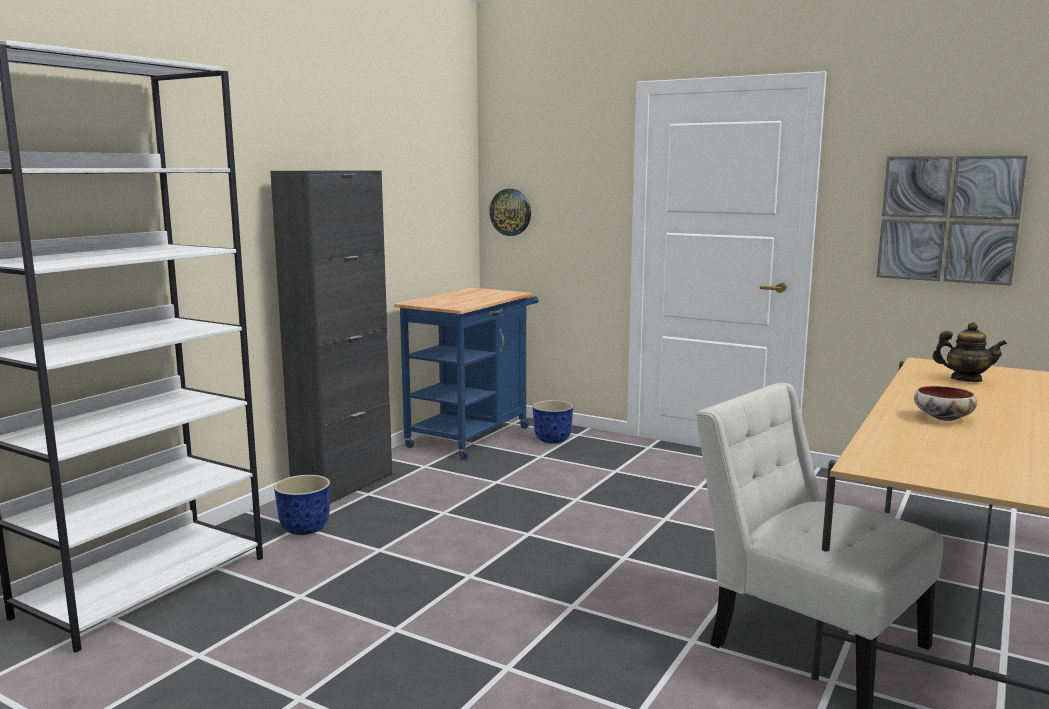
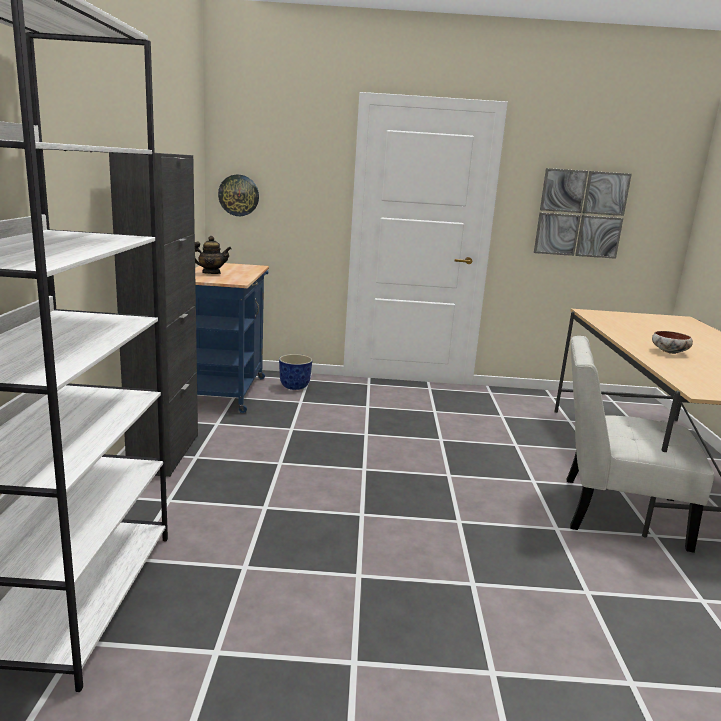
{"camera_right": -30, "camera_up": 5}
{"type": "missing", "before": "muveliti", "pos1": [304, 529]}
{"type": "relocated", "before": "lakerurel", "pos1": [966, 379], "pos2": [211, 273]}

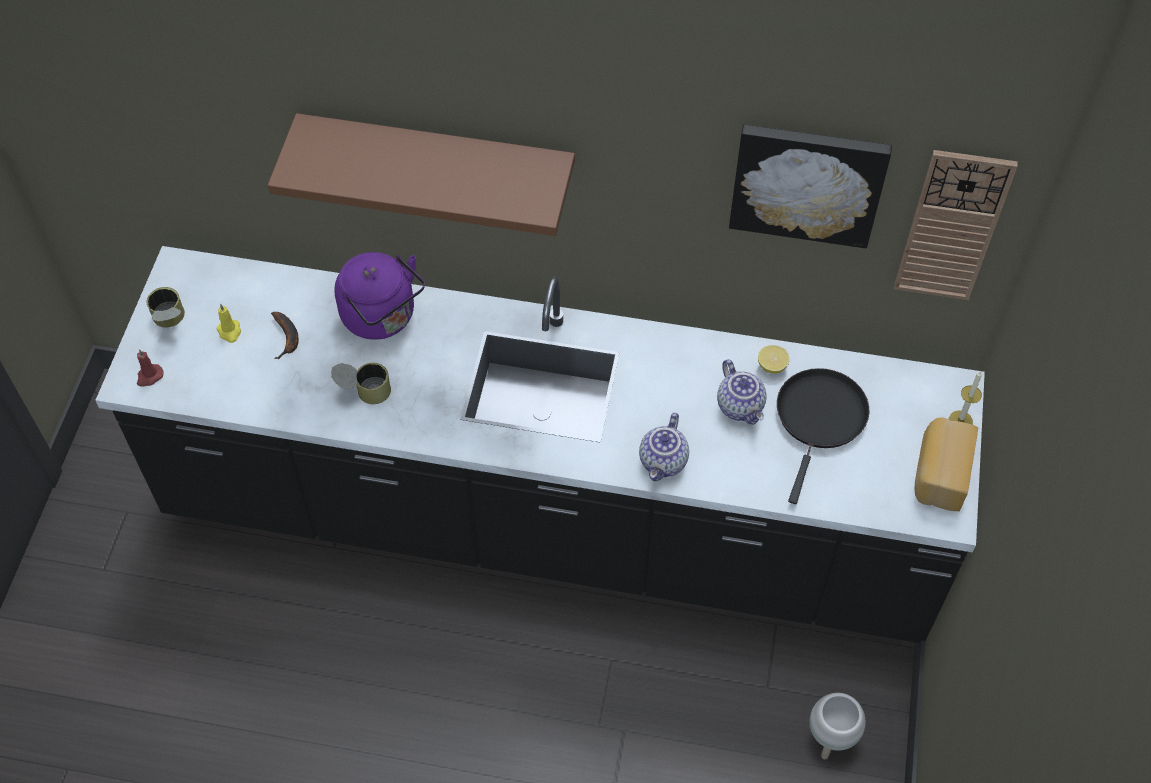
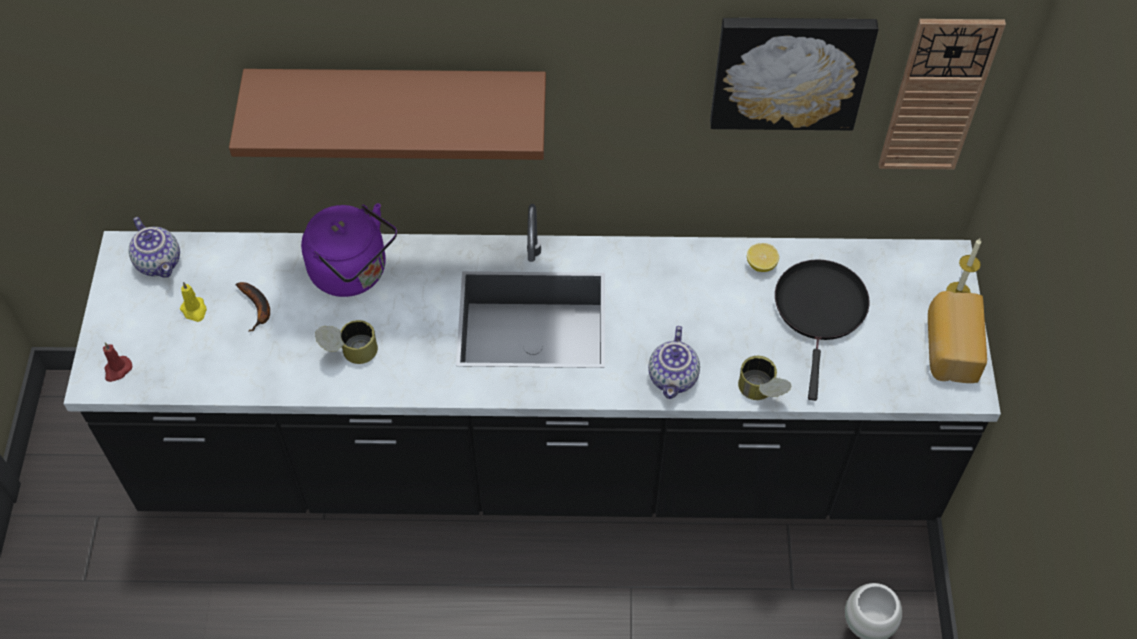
{"camera_right": -10, "camera_up": 0}
{"type": "relocated", "before": "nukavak", "pos1": [170, 322], "pos2": [761, 393]}
{"type": "relocated", "before": "lakerurel", "pos1": [741, 406], "pos2": [160, 262]}

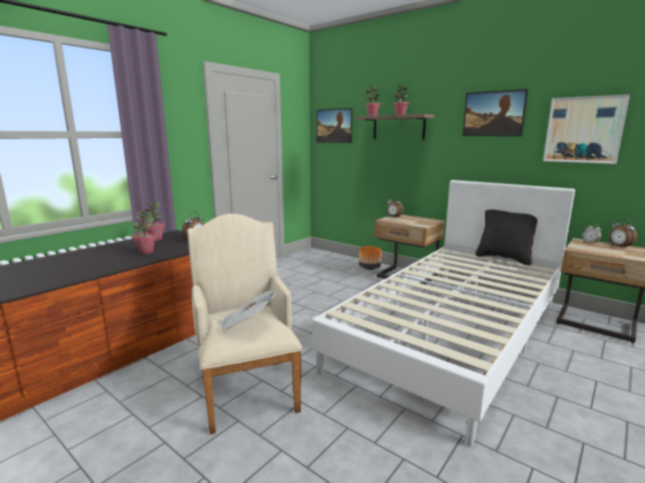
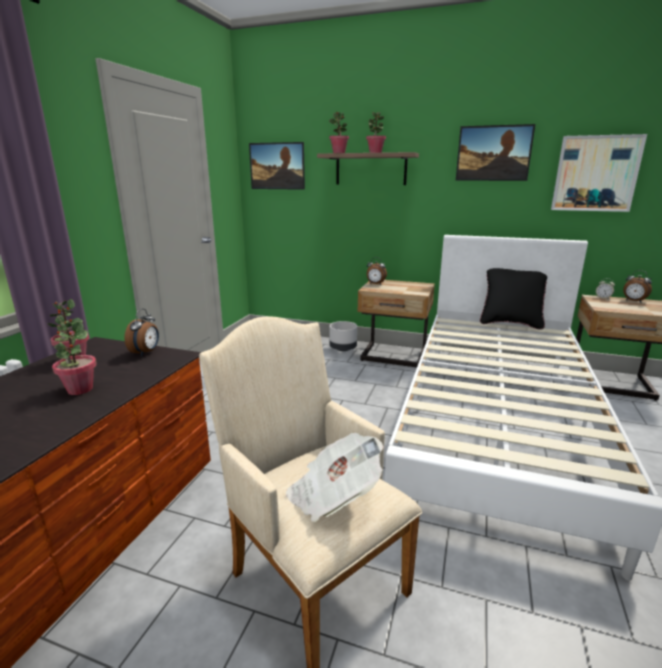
{"camera_right": -20, "camera_up": 5}
{"type": "colour", "before": "muveliti (orange)", "after": "muveliti (grey)", "pos1": [369, 268], "pos2": [342, 349]}

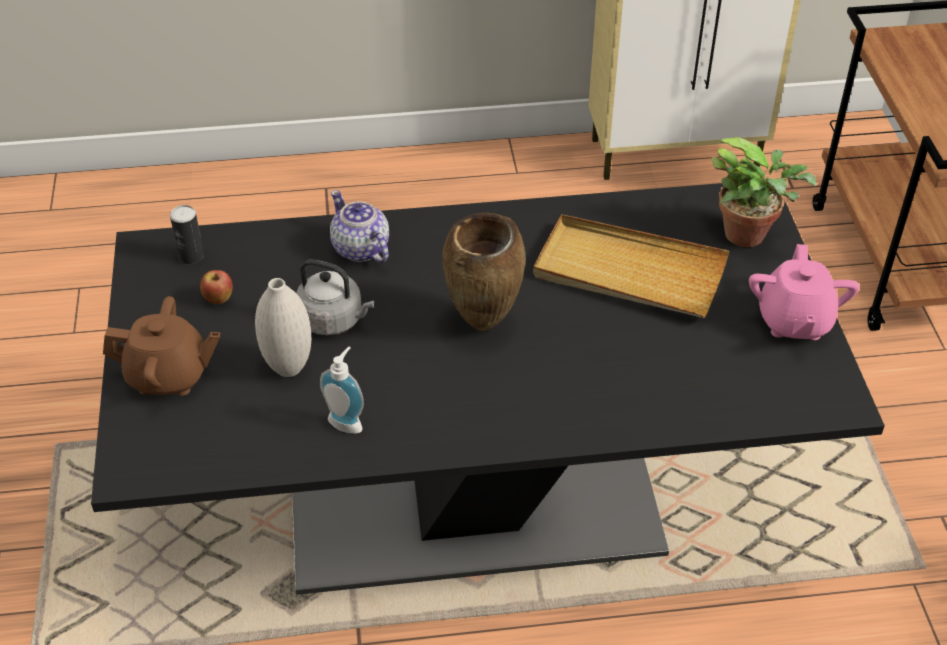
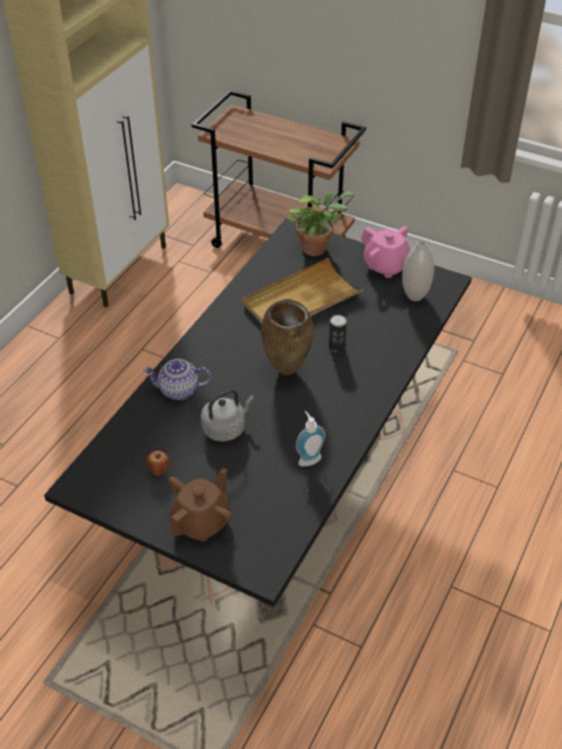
{"camera_right": -55, "camera_up": 0}
{"type": "relocated", "before": "nukavak", "pos1": [191, 256], "pos2": [336, 347]}
{"type": "relocated", "before": "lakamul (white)", "pos1": [288, 368], "pos2": [415, 296]}

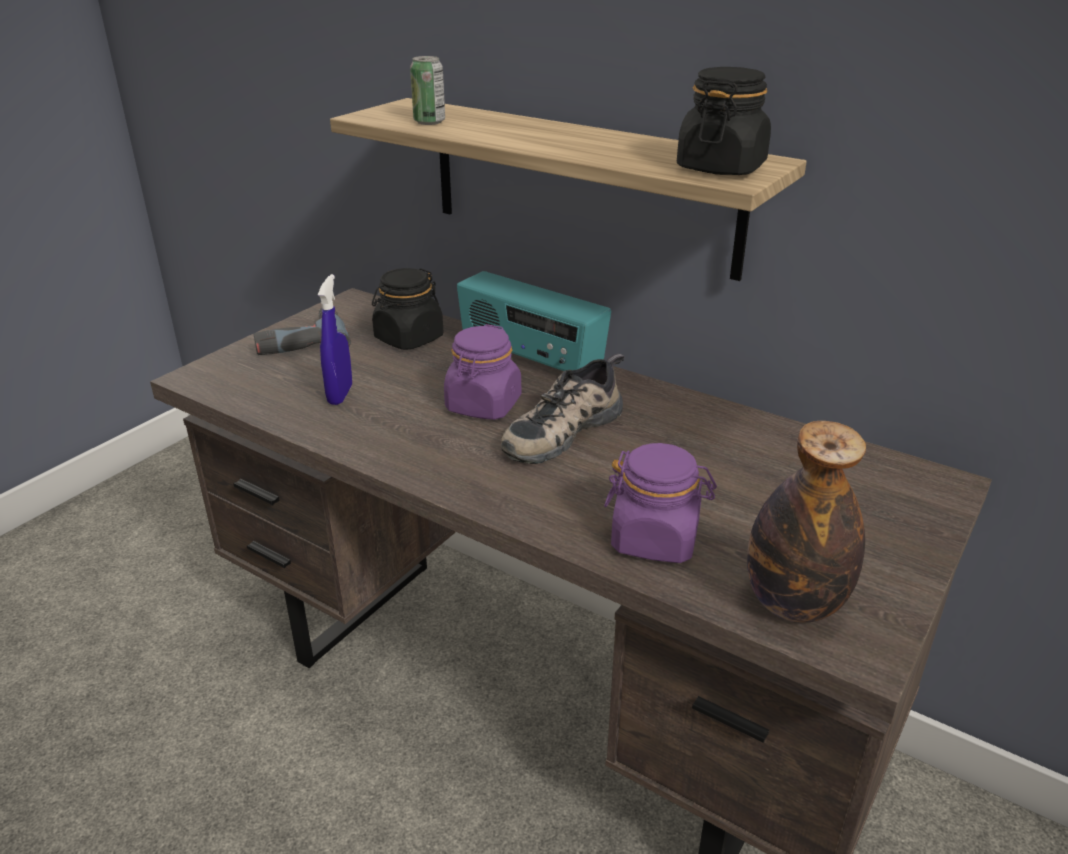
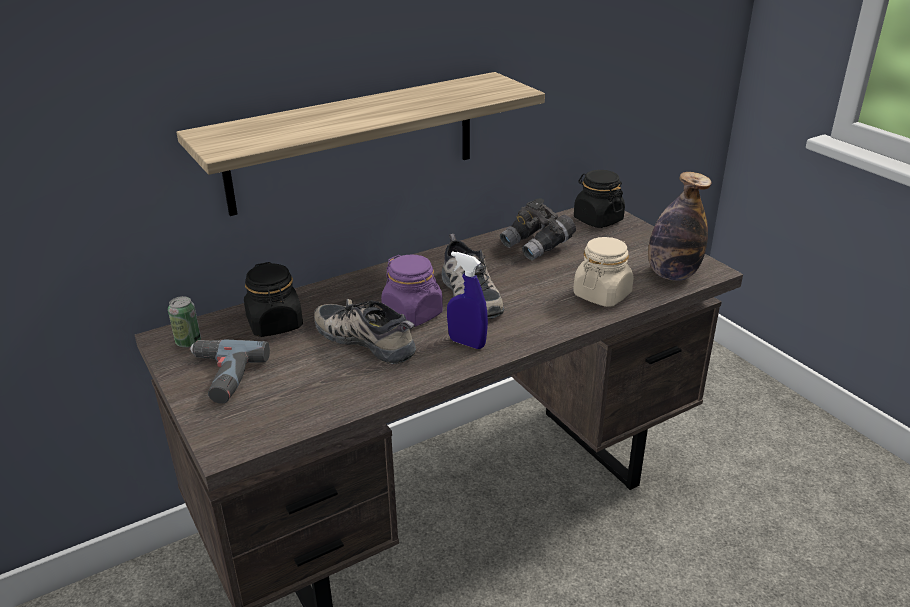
{"camera_right": -65, "camera_up": 0}
{"type": "missing", "before": "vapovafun", "pos1": [530, 359]}
{"type": "appeared", "after": "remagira", "pos2": [368, 339]}
{"type": "appeared", "after": "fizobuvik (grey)", "pos2": [537, 246]}
{"type": "relocated", "before": "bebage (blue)", "pos1": [340, 395], "pos2": [467, 343]}
{"type": "relocated", "before": "nukavak", "pos1": [429, 122], "pos2": [188, 342]}
{"type": "relocated", "before": "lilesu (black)", "pos1": [721, 168], "pos2": [597, 219]}
{"type": "colour", "before": "lilesu (purple)", "after": "lilesu (beige)", "pos1": [655, 539], "pos2": [602, 295]}

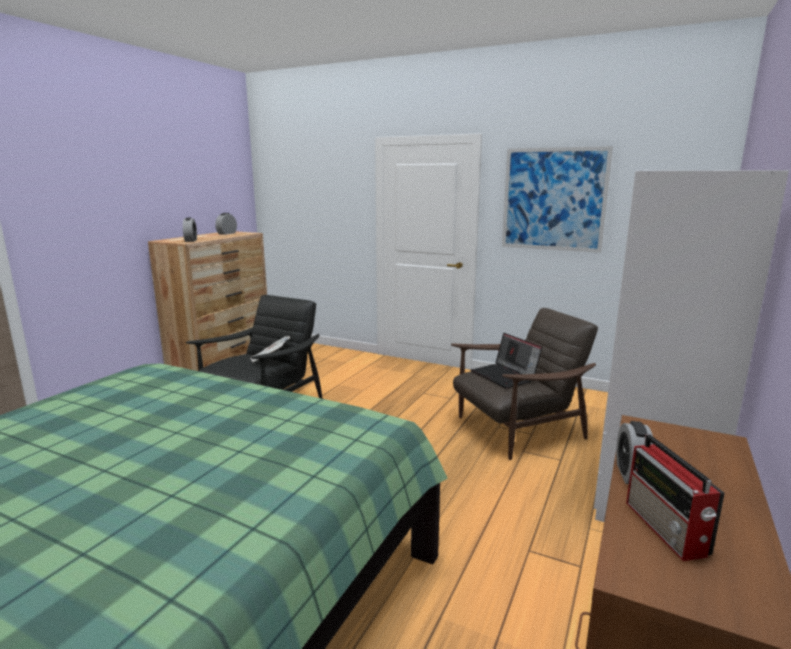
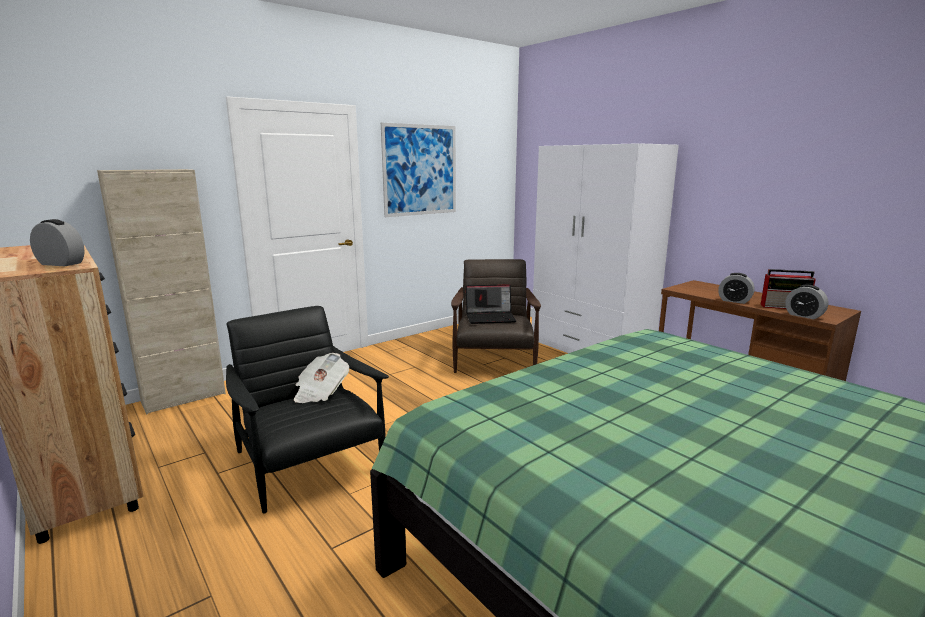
{"camera_right": -65, "camera_up": 0}
{"type": "appeared", "after": "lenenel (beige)", "pos2": [184, 398]}
{"type": "relocated", "before": "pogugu", "pos1": [227, 233], "pos2": [804, 315]}

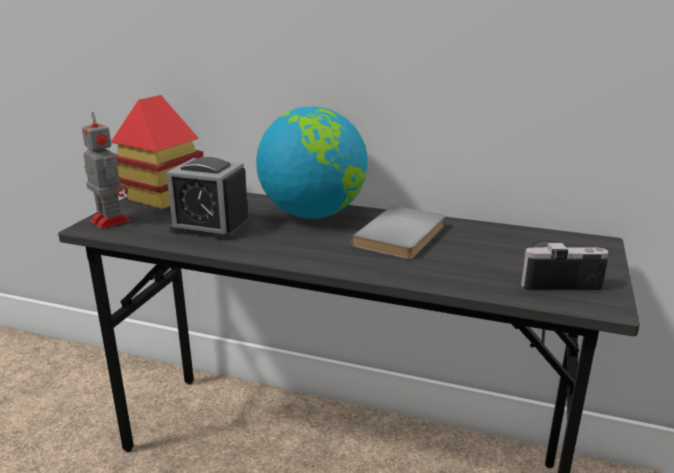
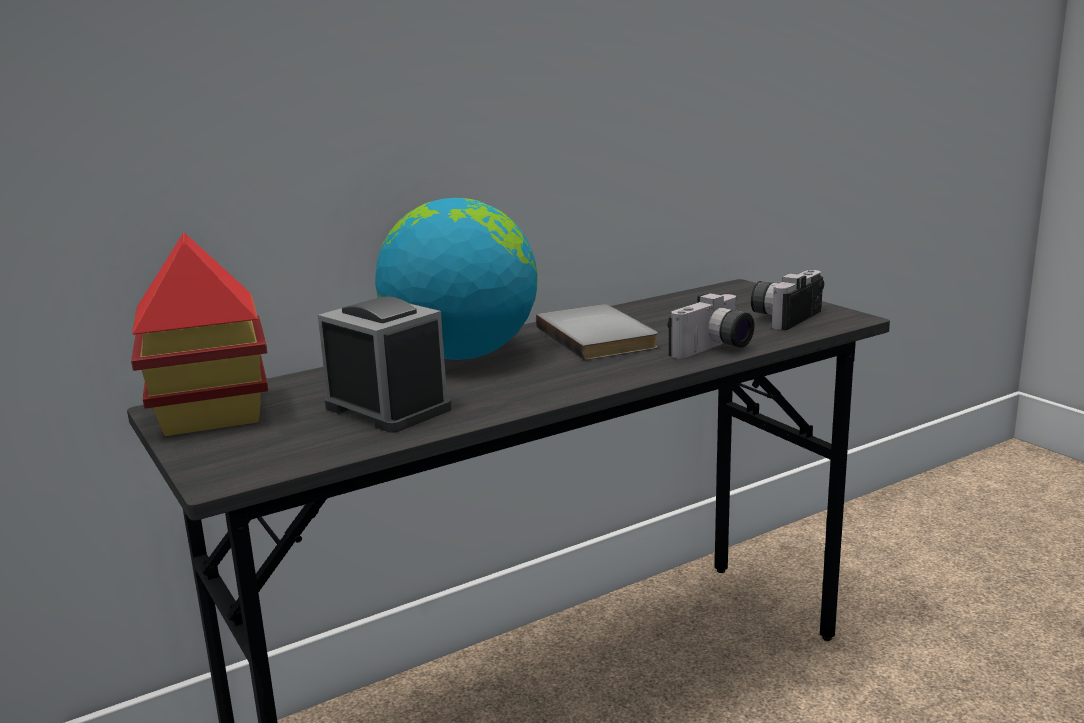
{"camera_right": -50, "camera_up": -5}
{"type": "missing", "before": "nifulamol", "pos1": [109, 220]}
{"type": "appeared", "after": "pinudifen", "pos2": [714, 349]}
{"type": "spun", "before": "pogugu", "pos1": [211, 226], "pos2": [388, 408], "turn": -105}

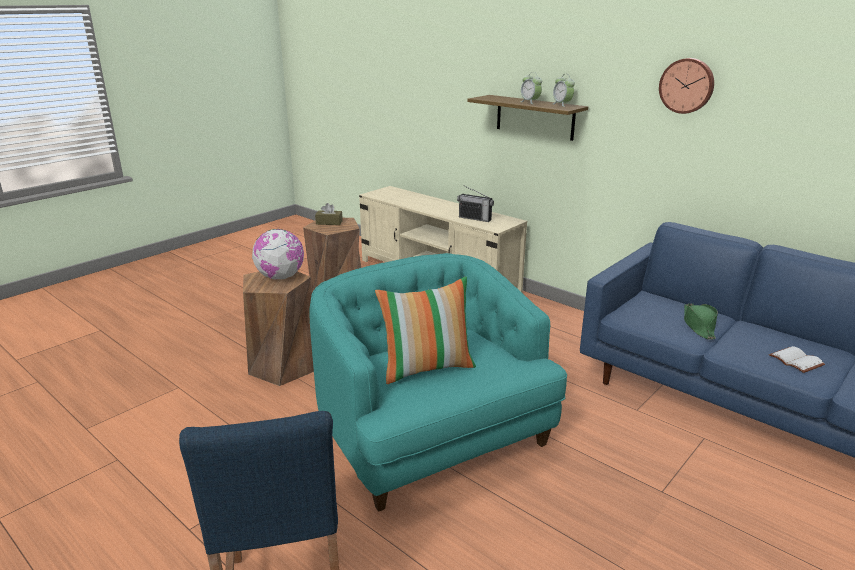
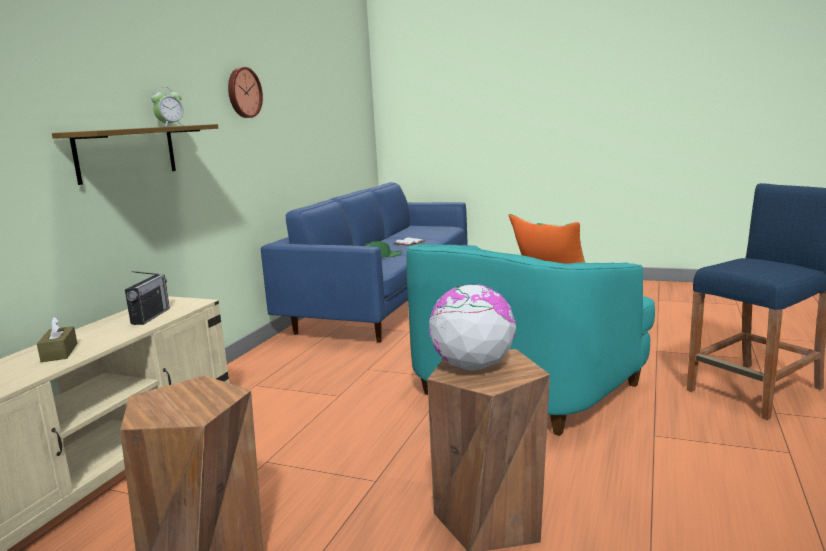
{"camera_right": -110, "camera_up": -10}
{"type": "missing", "before": "pogugu", "pos1": [530, 102]}
{"type": "relocated", "before": "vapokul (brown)", "pos1": [329, 222], "pos2": [59, 352]}

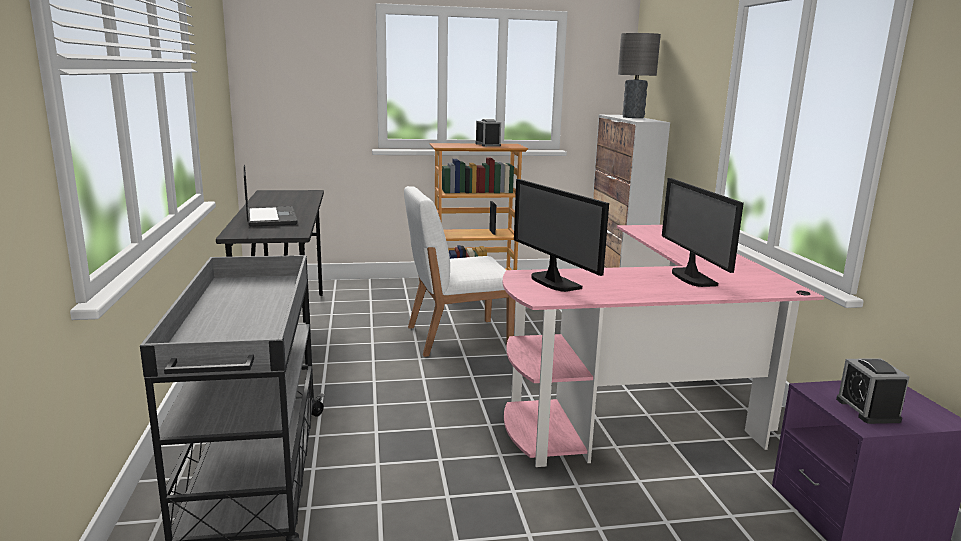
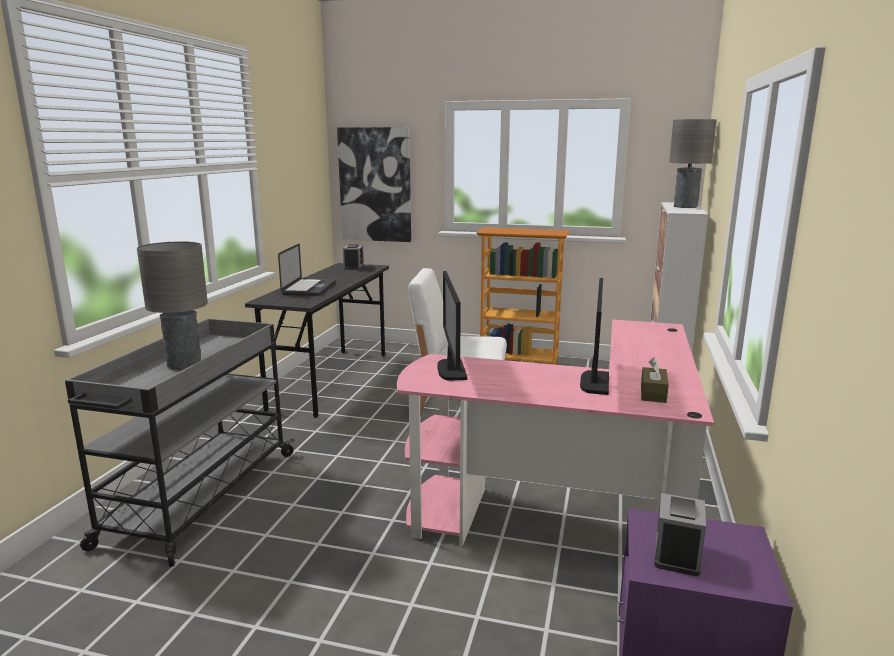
{"camera_right": 25, "camera_up": 0}
{"type": "appeared", "after": "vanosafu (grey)", "pos2": [185, 364]}
{"type": "appeared", "after": "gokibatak", "pos2": [375, 185]}
{"type": "appeared", "after": "vapokul (brown)", "pos2": [653, 393]}
{"type": "relocated", "before": "pogugu", "pos1": [488, 145], "pos2": [353, 267]}

